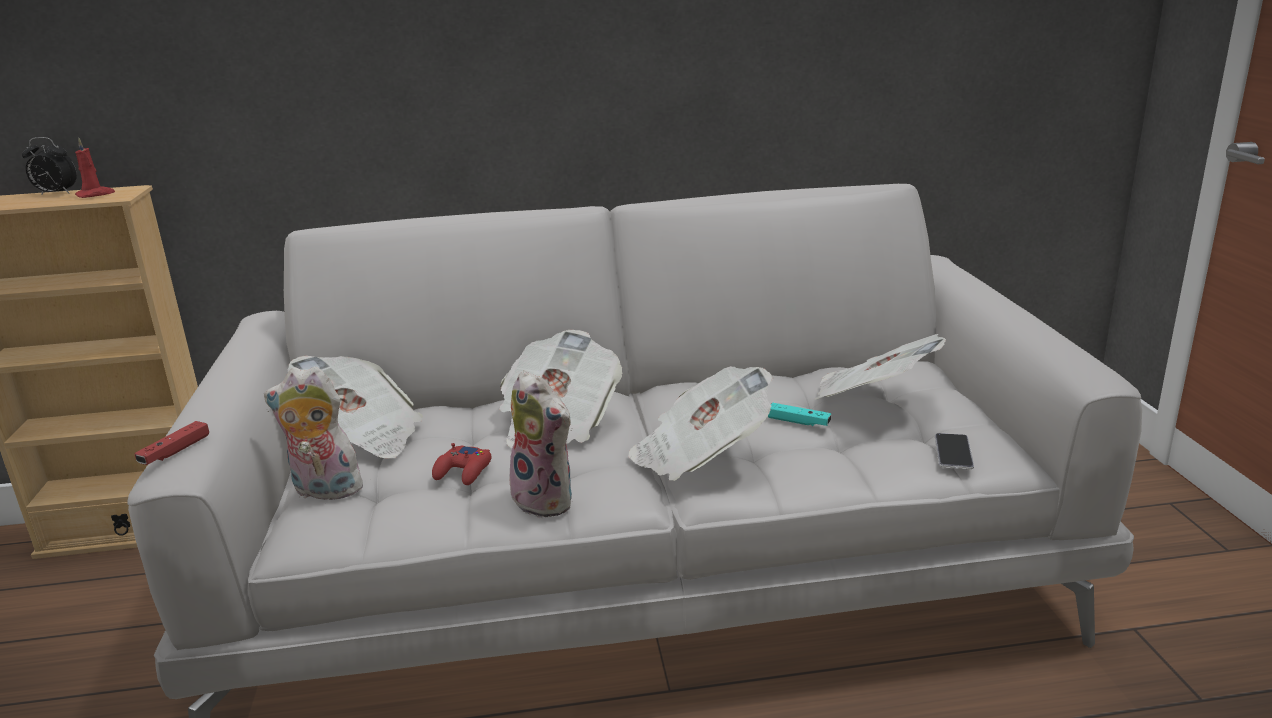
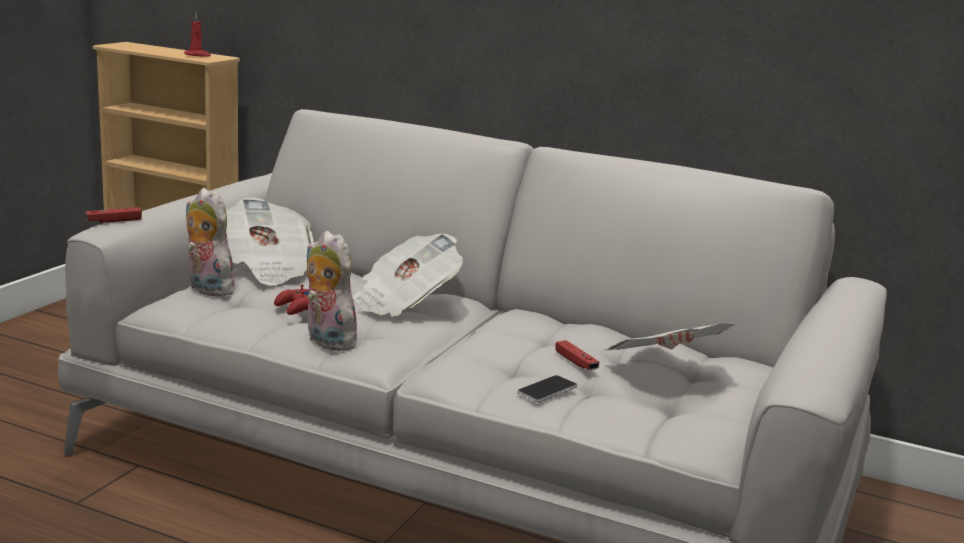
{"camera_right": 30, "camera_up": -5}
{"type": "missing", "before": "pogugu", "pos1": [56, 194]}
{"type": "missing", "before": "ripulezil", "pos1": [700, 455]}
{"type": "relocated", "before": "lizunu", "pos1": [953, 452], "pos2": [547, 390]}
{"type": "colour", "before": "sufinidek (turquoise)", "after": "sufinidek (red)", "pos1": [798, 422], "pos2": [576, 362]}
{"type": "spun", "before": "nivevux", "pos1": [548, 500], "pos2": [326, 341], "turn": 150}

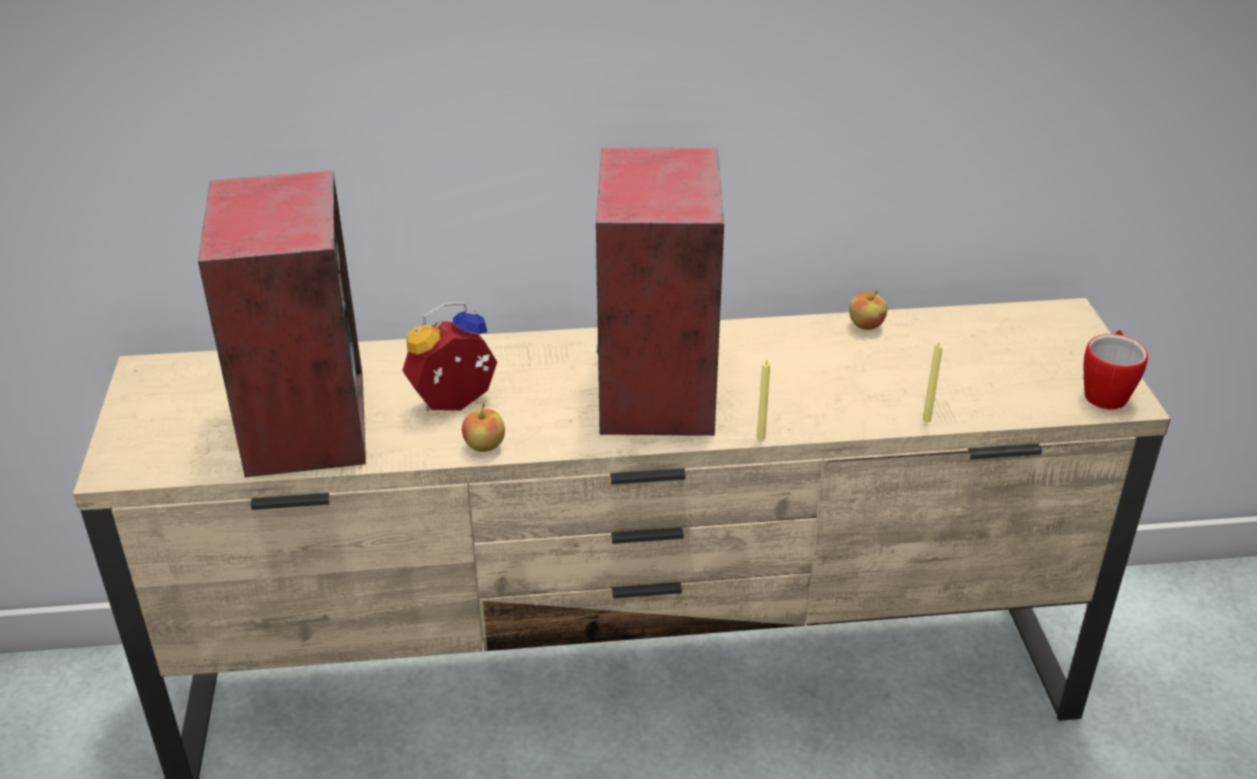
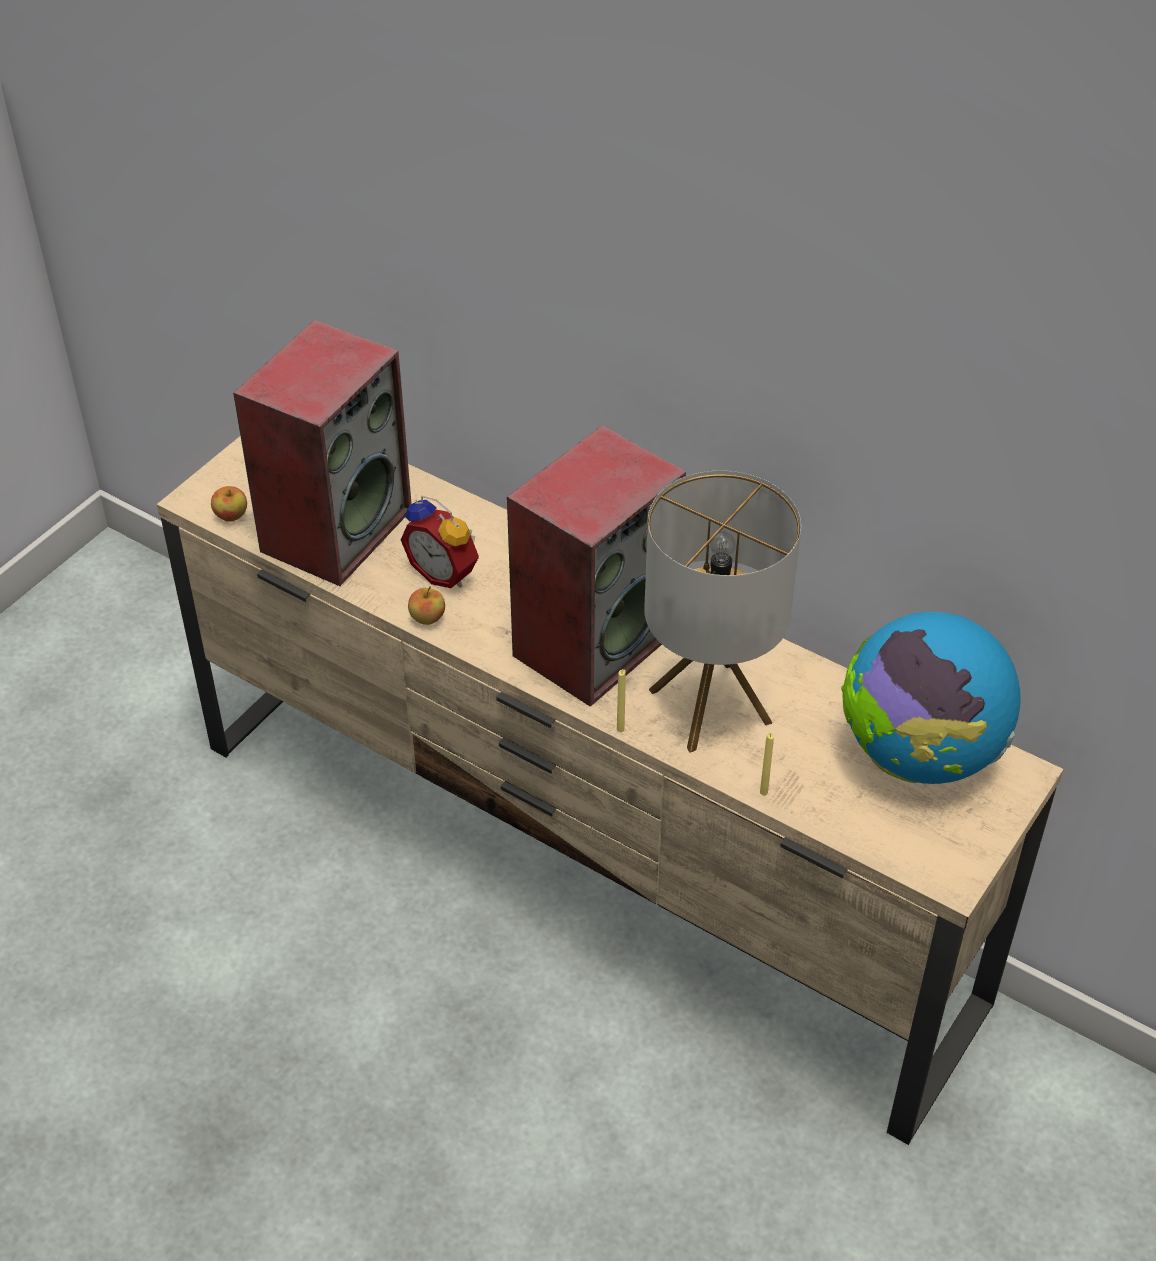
{"camera_right": 40, "camera_up": 10}
{"type": "missing", "before": "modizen", "pos1": [1106, 392]}
{"type": "appeared", "after": "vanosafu", "pos2": [709, 705]}
{"type": "appeared", "after": "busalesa", "pos2": [919, 755]}
{"type": "relocated", "before": "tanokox", "pos1": [866, 326], "pos2": [231, 516]}
{"type": "spun", "before": "pogugu", "pos1": [456, 405], "pos2": [445, 572], "turn": -150}

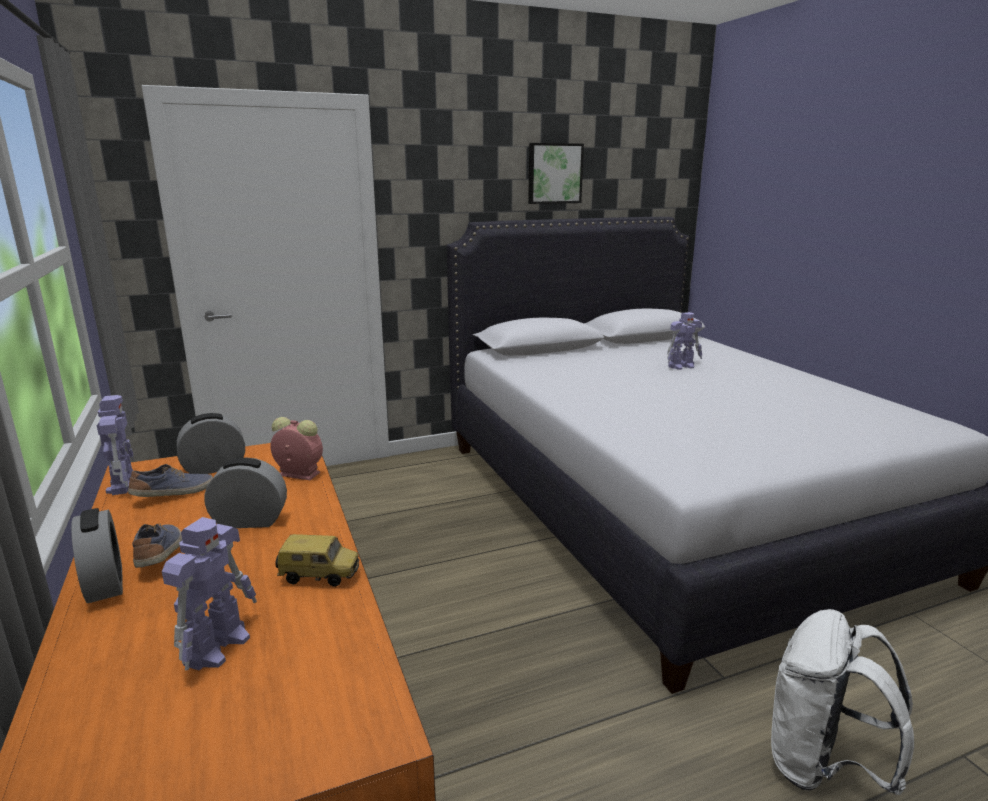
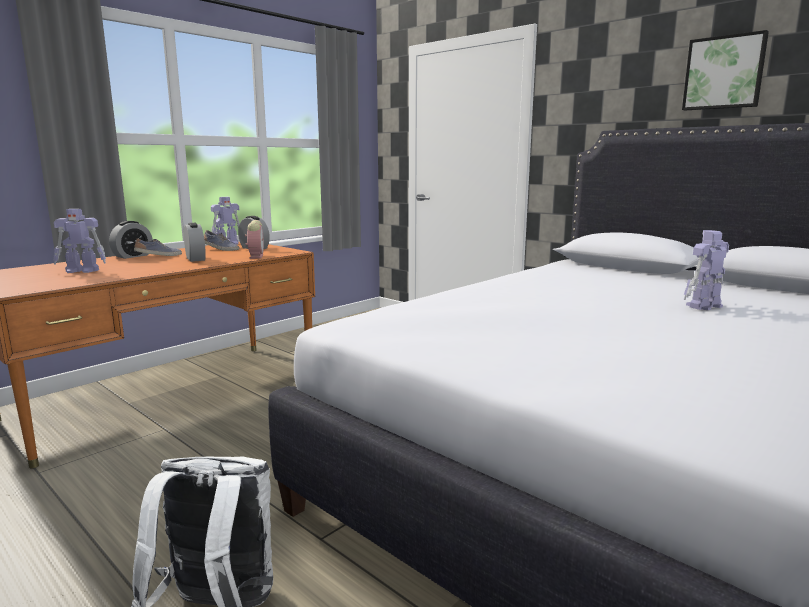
{"camera_right": 65, "camera_up": -5}
{"type": "missing", "before": "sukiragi", "pos1": [320, 576]}
{"type": "spun", "before": "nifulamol", "pos1": [682, 366], "pos2": [703, 306], "turn": 105}

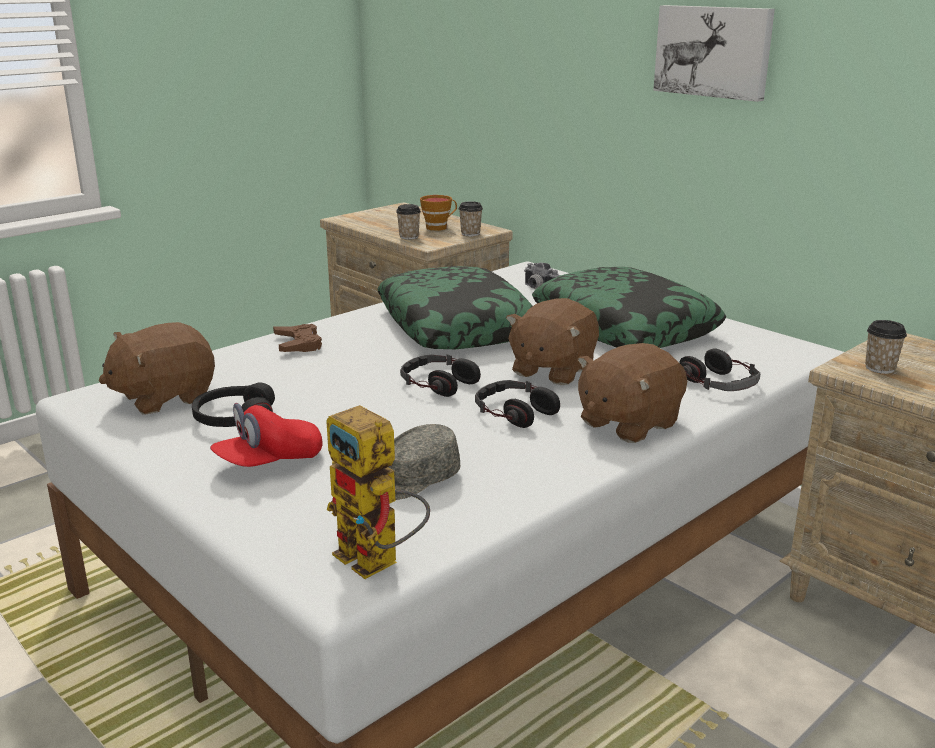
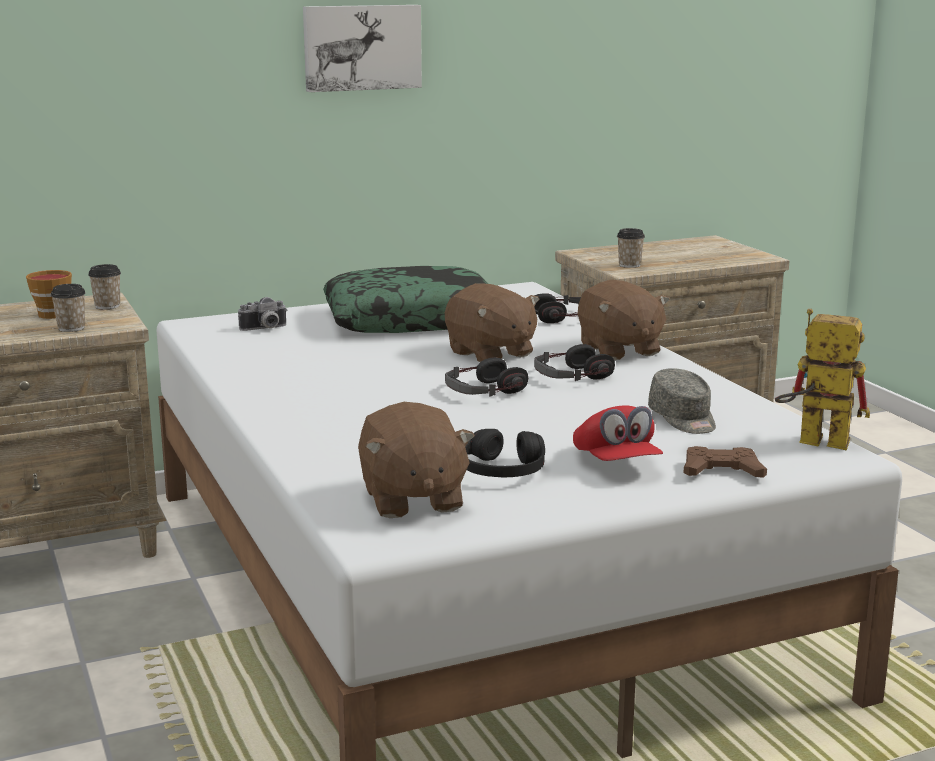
{"camera_right": -70, "camera_up": -5}
{"type": "missing", "before": "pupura", "pos1": [456, 326]}
{"type": "relocated", "before": "sufinidek (brown)", "pos1": [298, 344], "pos2": [721, 471]}
{"type": "spun", "before": "nifulamol", "pos1": [378, 562], "pos2": [811, 442], "turn": -135}

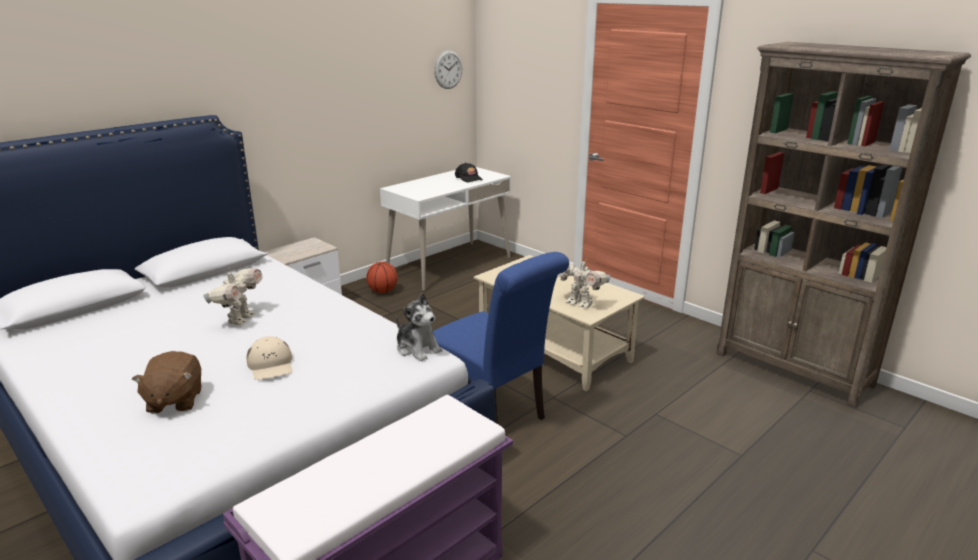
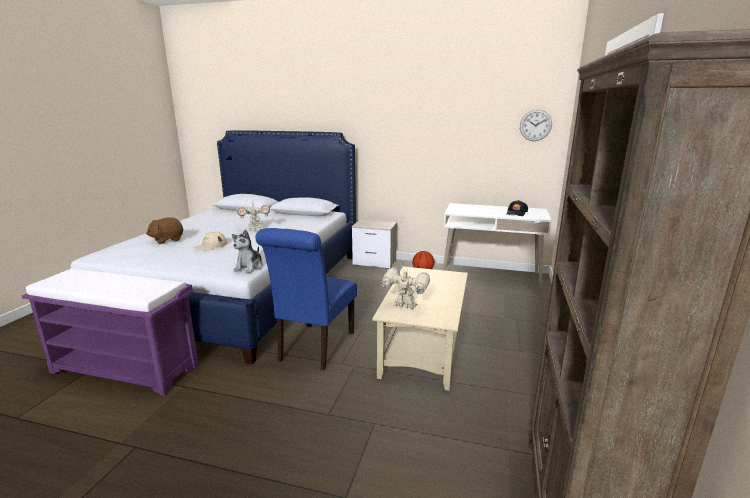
{"camera_right": 60, "camera_up": -5}
{"type": "spun", "before": "nifulamol", "pos1": [580, 303], "pos2": [404, 307], "turn": 105}

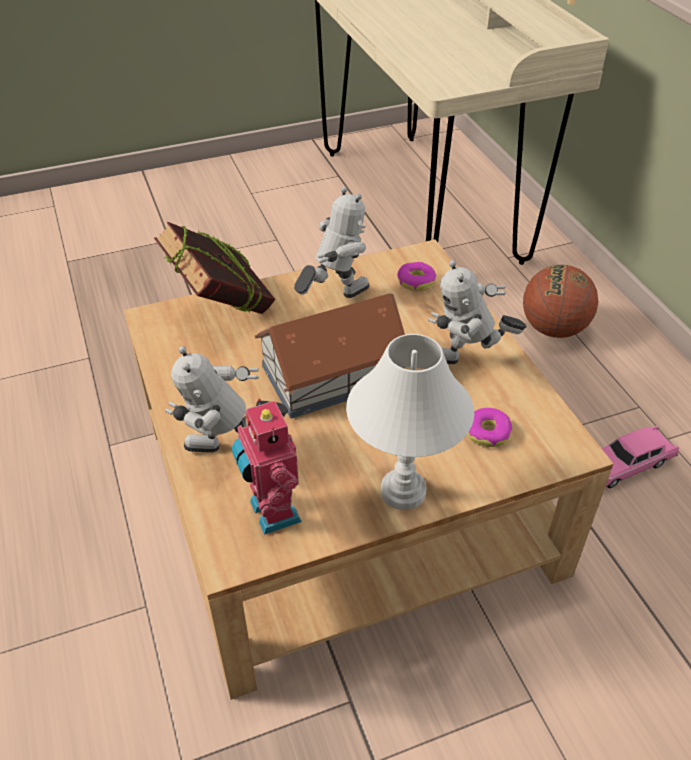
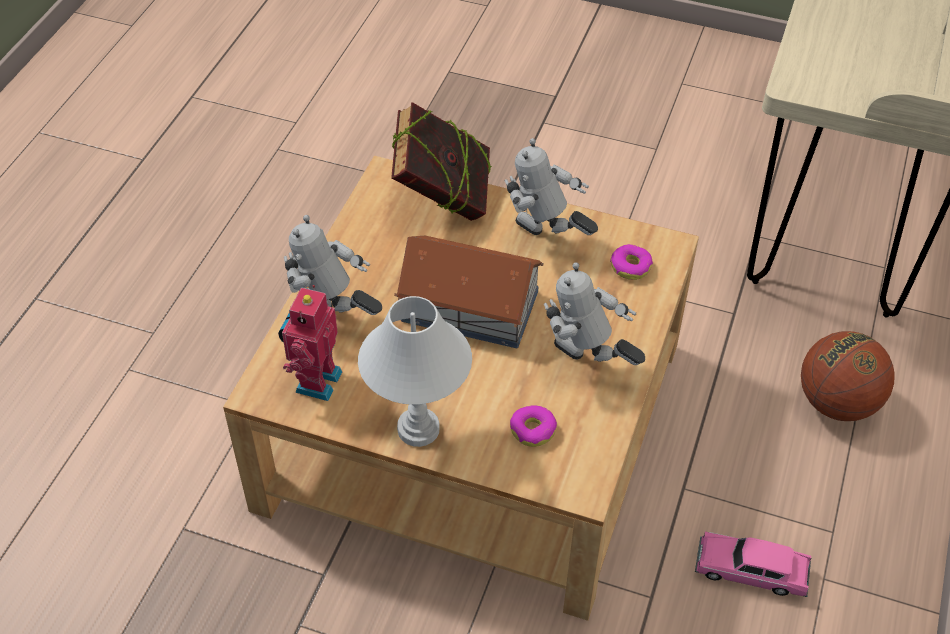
{"camera_right": 40, "camera_up": 5}
{"type": "spun", "before": "nifulamol", "pos1": [335, 297], "pos2": [545, 240], "turn": -150}

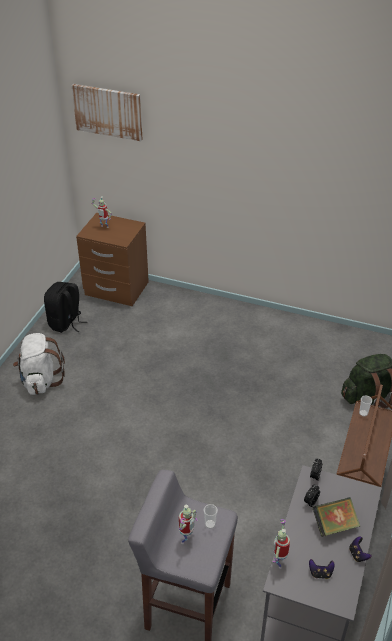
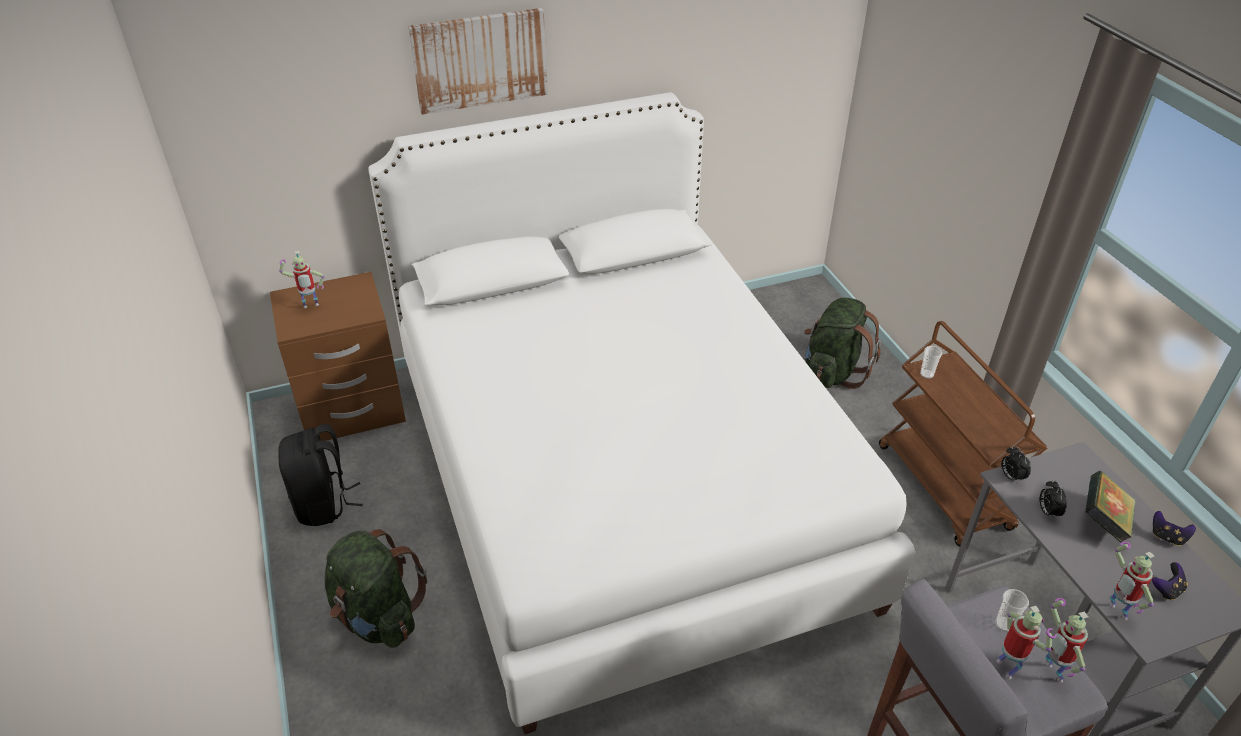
{"camera_right": -40, "camera_up": 0}
{"type": "appeared", "after": "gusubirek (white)", "pos2": [619, 478]}
{"type": "appeared", "after": "nifulamol", "pos2": [1050, 673]}
{"type": "relocated", "before": "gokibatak", "pos1": [108, 111], "pos2": [480, 60]}
{"type": "colour", "before": "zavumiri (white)", "after": "zavumiri (green)", "pos1": [40, 380], "pos2": [378, 617]}

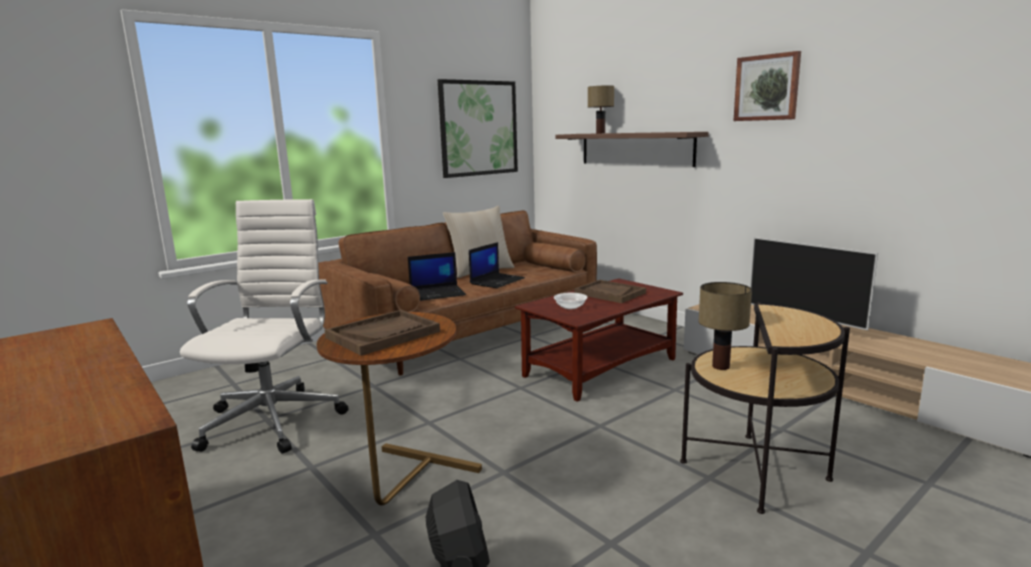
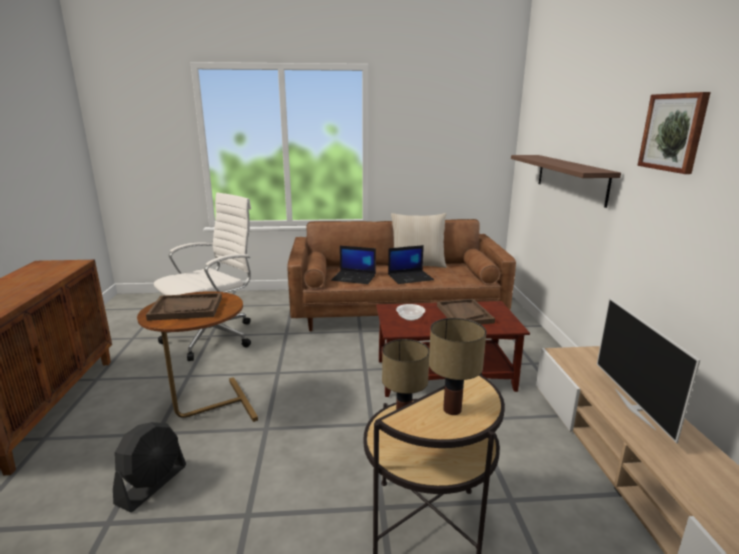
{"camera_right": 35, "camera_up": 5}
{"type": "missing", "before": "gokibatak", "pos1": [478, 128]}
{"type": "relocated", "before": "vanosafu", "pos1": [601, 133], "pos2": [453, 409]}

